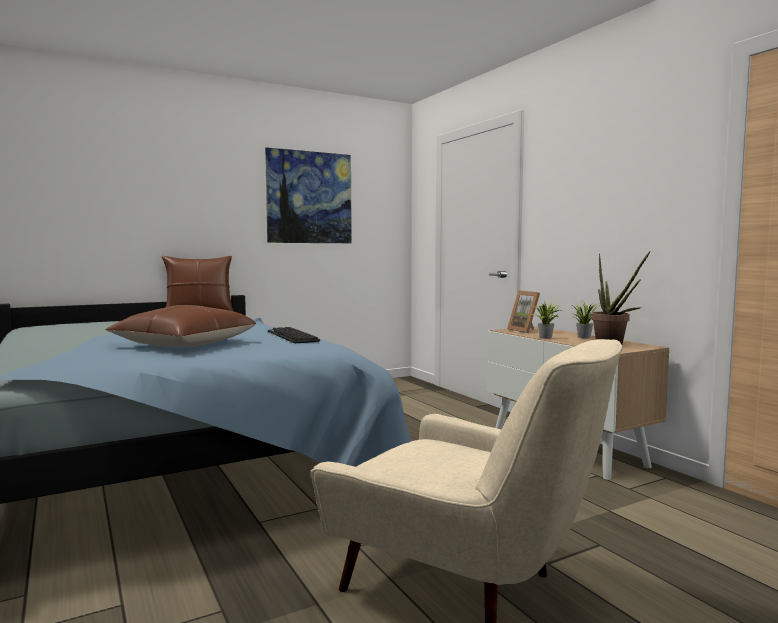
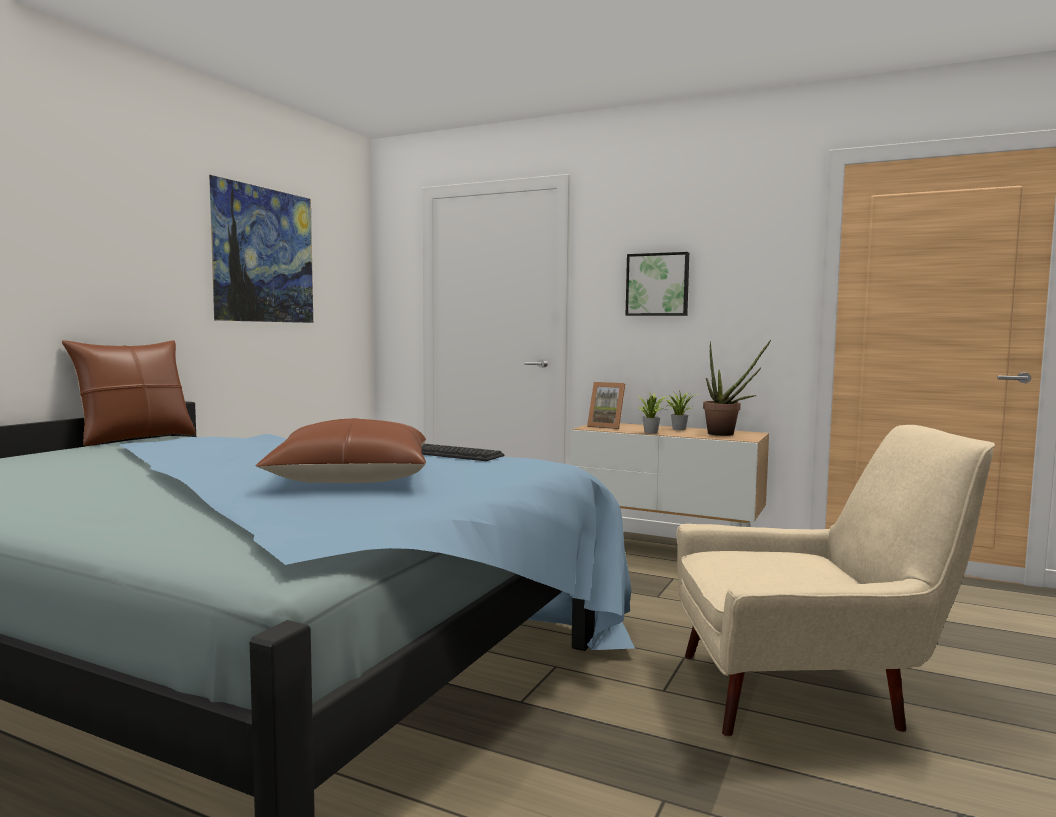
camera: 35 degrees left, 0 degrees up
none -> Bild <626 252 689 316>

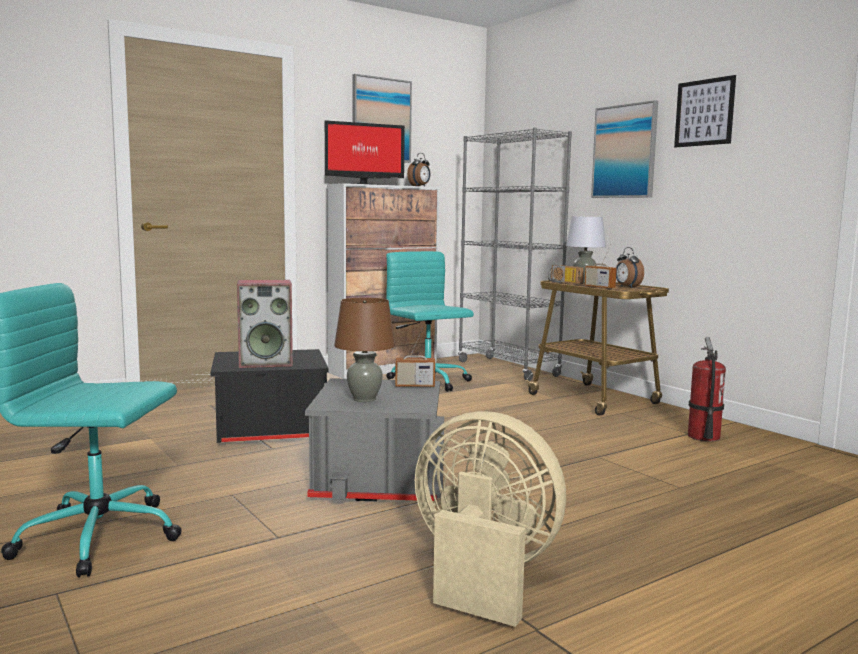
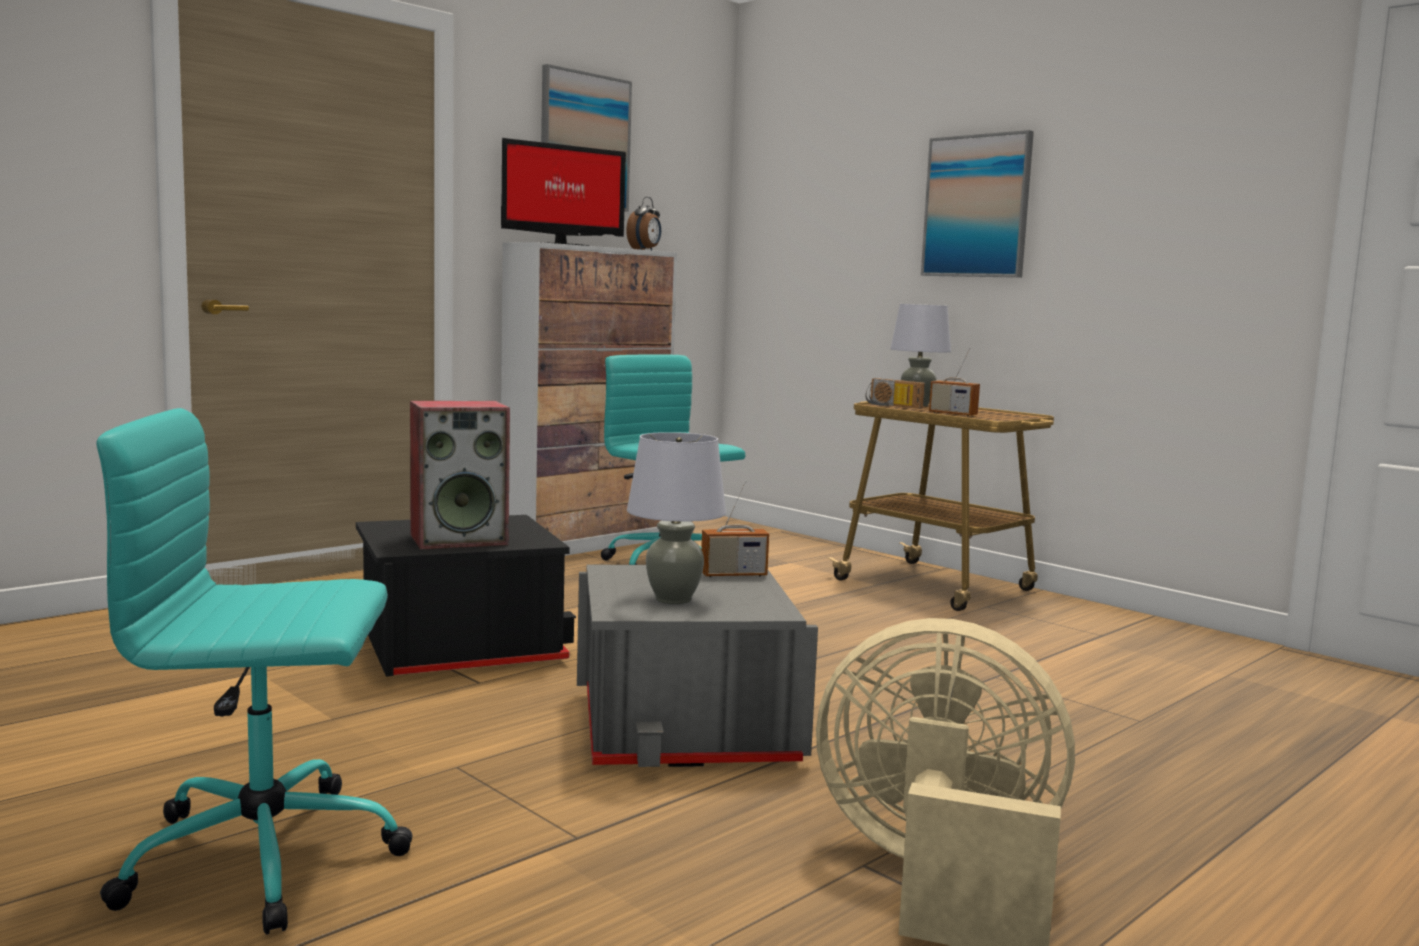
camera: 10 degrees left, 0 degrees up
Tischlampe (braun) <334 298 395 402> -> Tischlampe (grau) <627 432 726 604>
Bücherregal (grau) <458 128 572 381> -> none
Wecker <616 247 644 288> -> none
Bild <674 75 736 147> -> none
Feuerlöscher <688 337 726 442> -> none

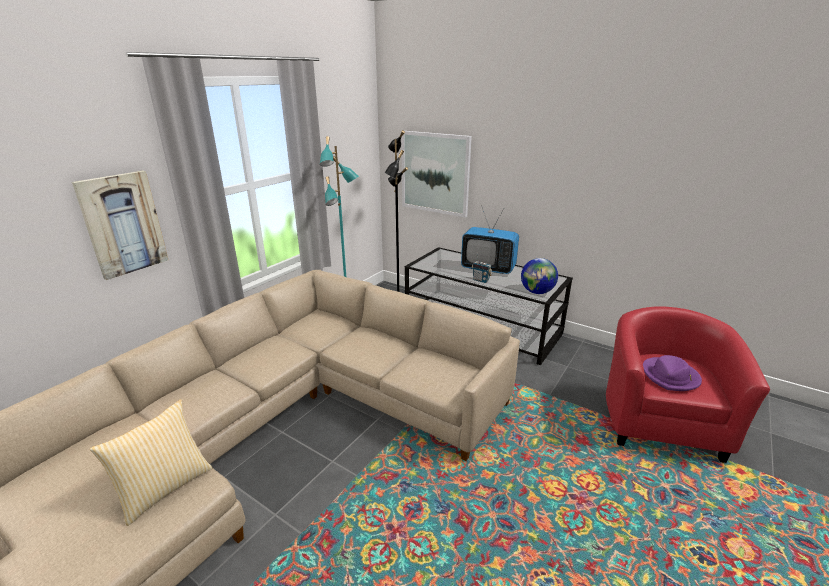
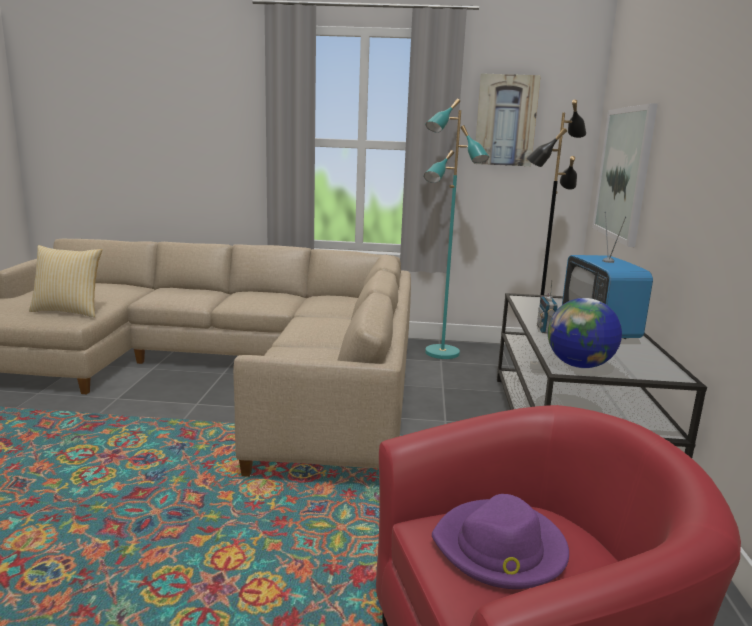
camera: 60 degrees right, 10 degrees down
Bild <72 171 168 280> -> Bild <474 73 541 166>, move

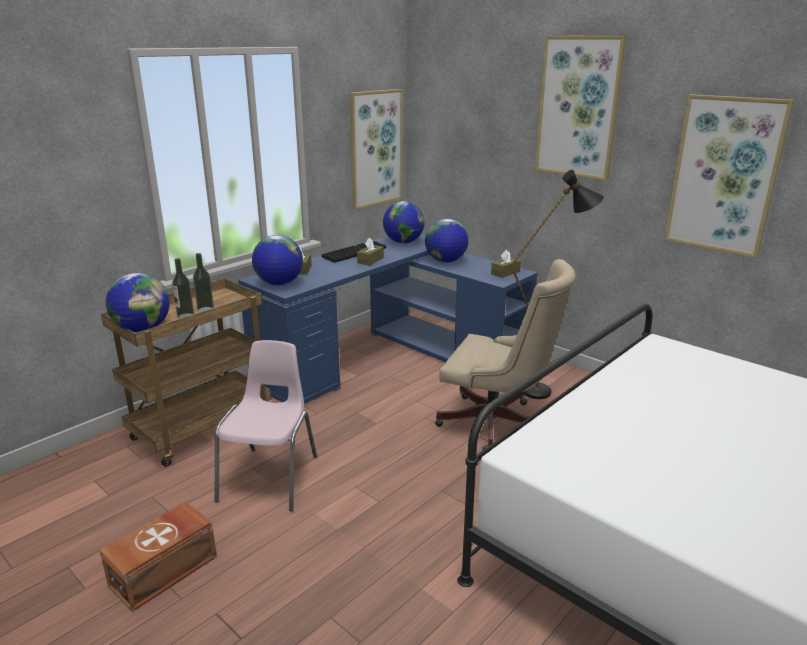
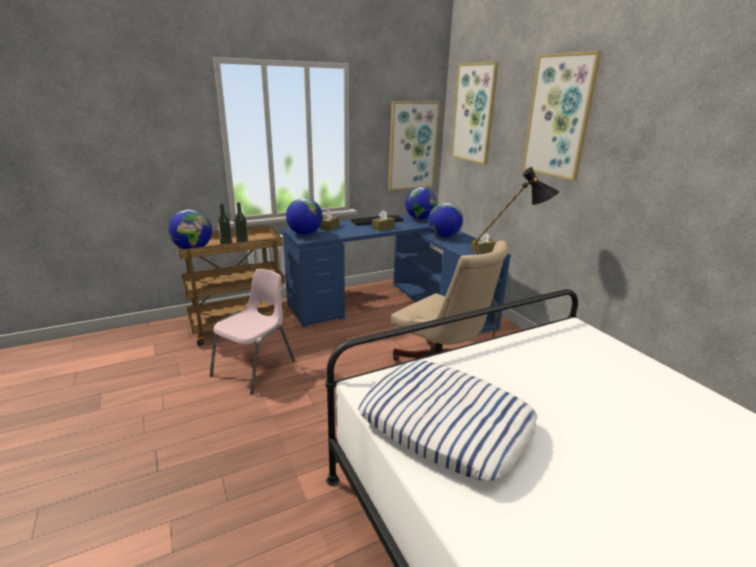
camera: 20 degrees right, 0 degrees up
none -> Kissen <358 361 538 481>
Bild <664 94 794 258> -> Bild <451 62 499 165>, move
Aufbewahrungsbox (braun) <99 502 217 612> -> none

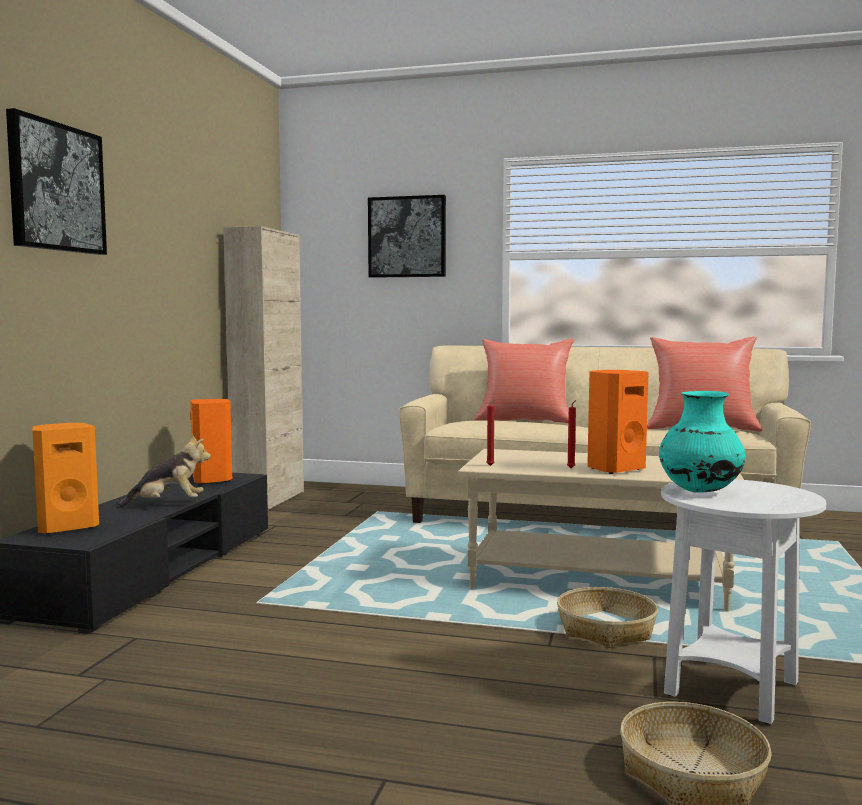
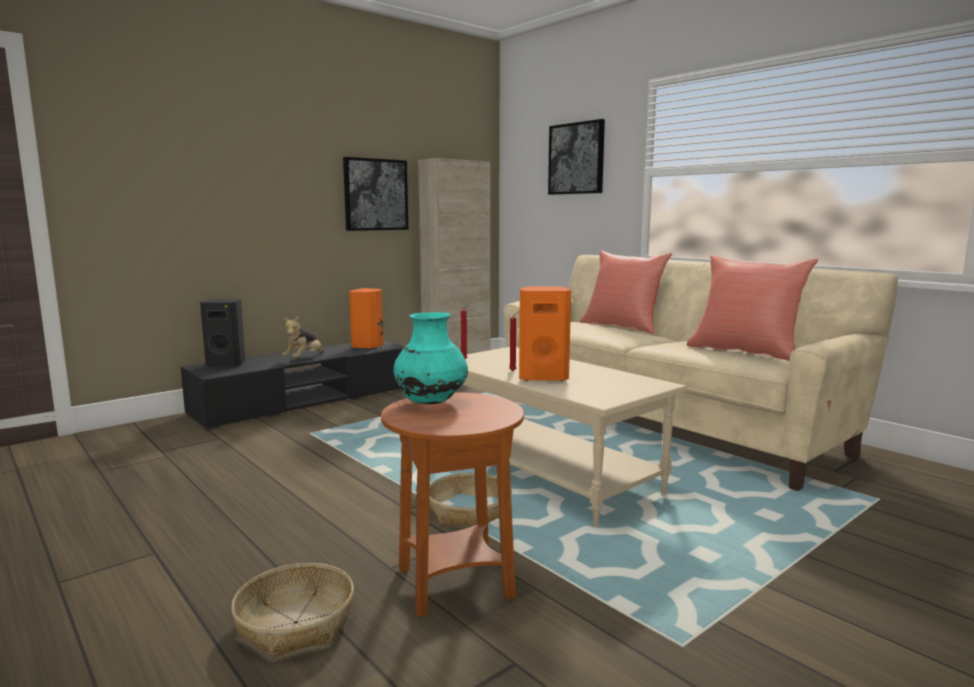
camera: 35 degrees right, 5 degrees up
Lautsprecher (orange) <32 423 99 534> -> Lautsprecher (schwarz) <200 299 245 367>
Plüschtier <117 435 211 508> -> Plüschtier <282 316 324 358>, 90 degrees clockwise
Bild <6 108 107 255> -> Bild <343 157 408 231>, move
Beistelltisch (weiß) <661 479 826 724> -> Beistelltisch (braun) <381 392 524 617>

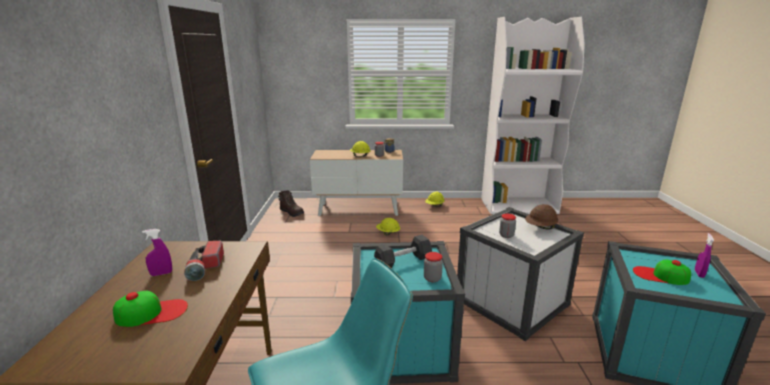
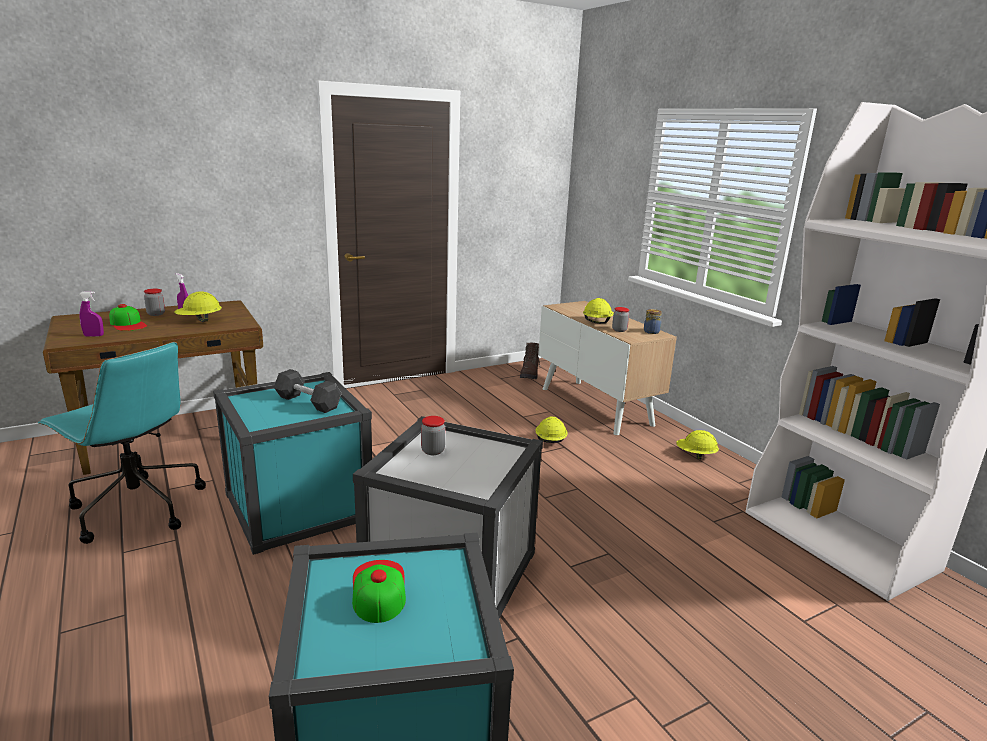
camera: 60 degrees right, 0 degrees up
Sprühflasche (lila) <695 233 714 278> -> Sprühflasche (lila) <79 291 104 337>, move
Vorratsglas <424 252 443 282> -> Vorratsglas <144 289 165 316>, move
Taschenlampe <184 241 224 281> -> Schutzhelm (gelb) <174 291 222 322>
Schutzhelm (braun) <525 204 558 230> -> none

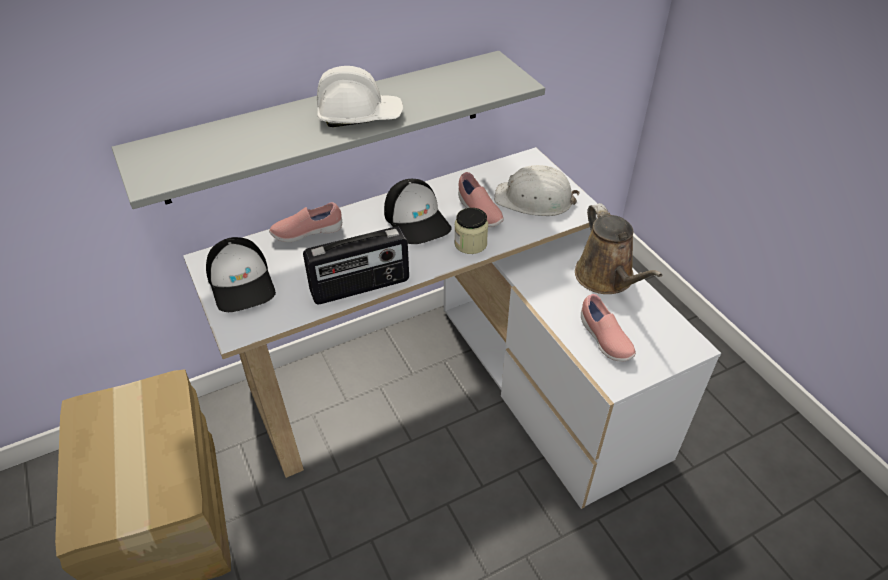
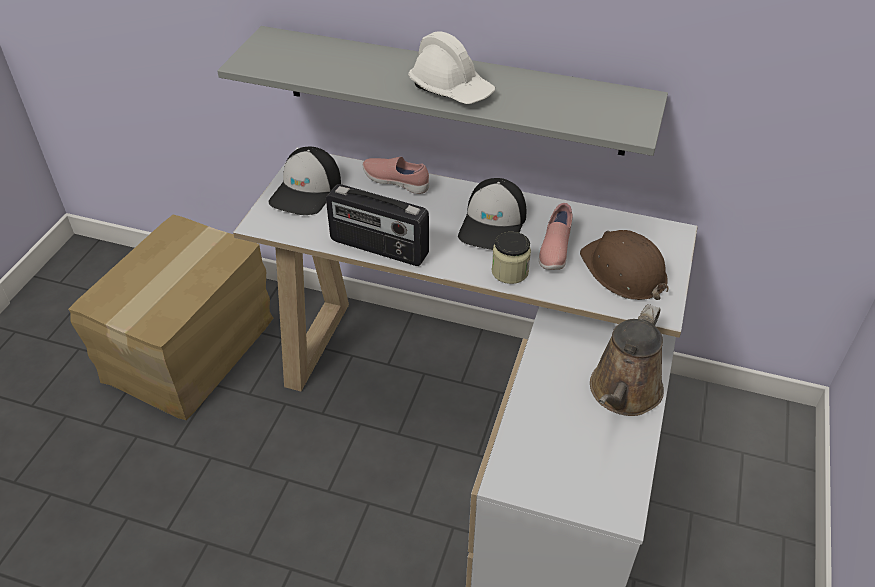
camera: 45 degrees right, 0 degrees up
Schutzhelm (weiß) <494 165 580 216> -> Schutzhelm (braun) <580 230 669 300>
Schuh (rosa) <581 294 636 362> -> none

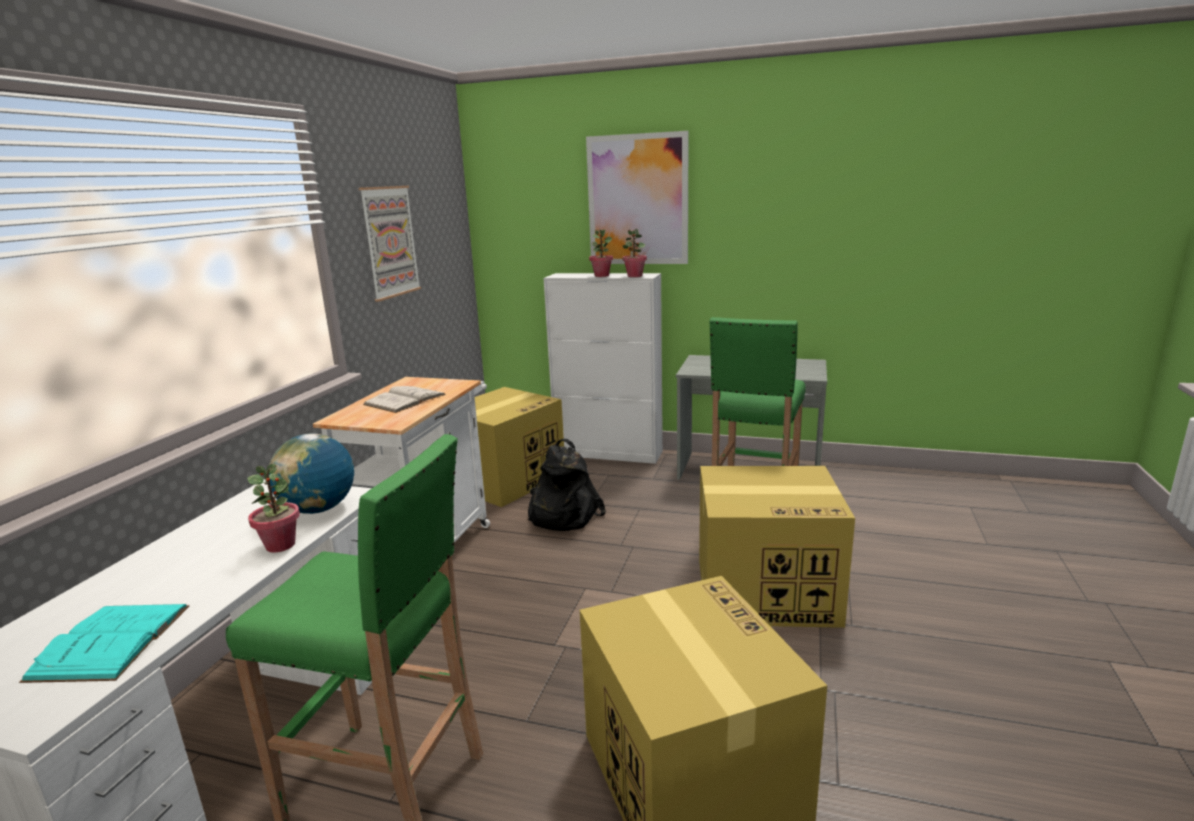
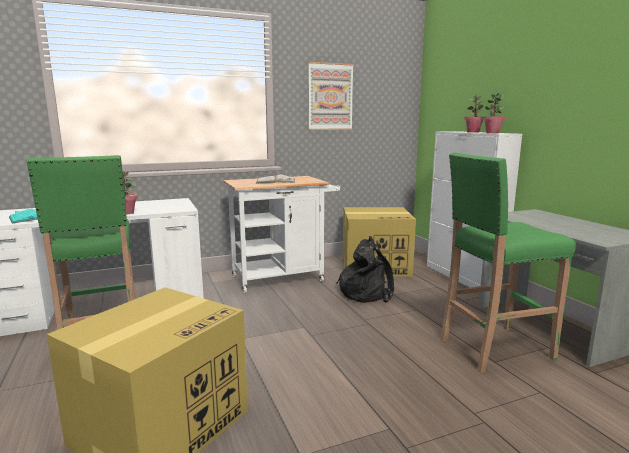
camera: 50 degrees right, 5 degrees down
Globus <269 433 354 514> -> none
Bild <586 131 689 264> -> none
Karton <699 466 855 628> -> none

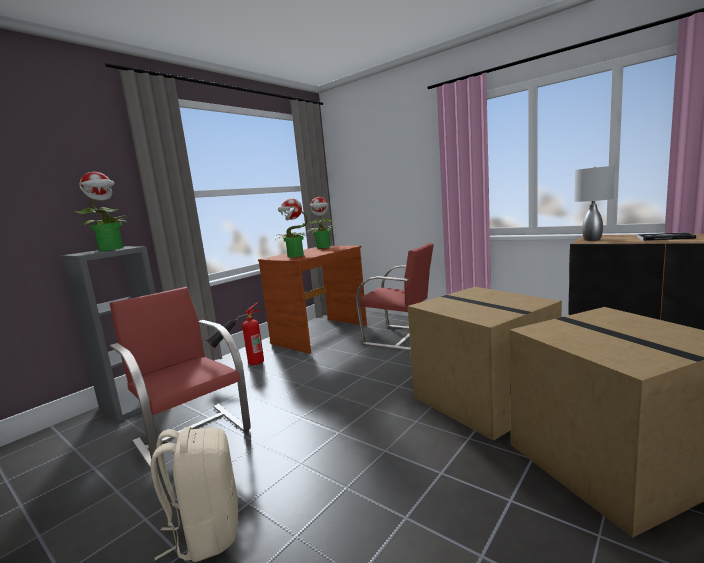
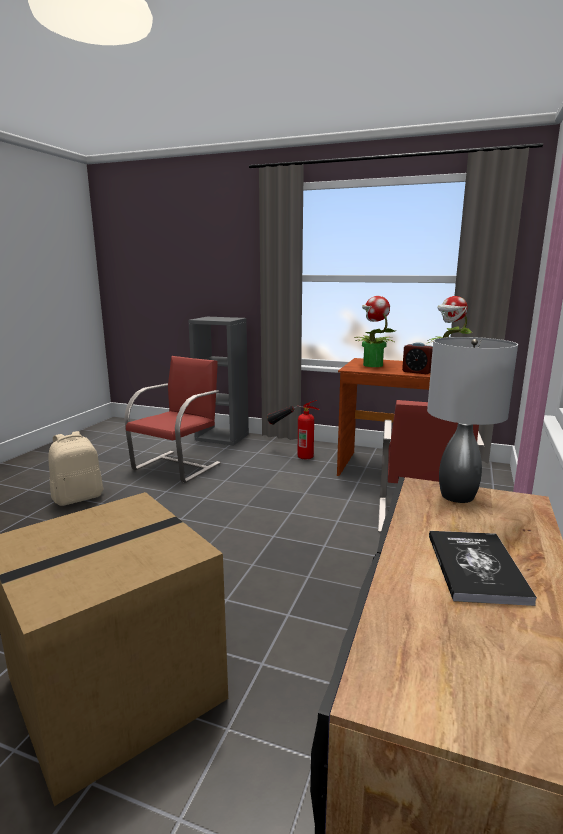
camera: 70 degrees right, 5 degrees up
none -> Wecker <402 342 433 374>
Topfpflanze <76 172 128 251> -> none
Karton <408 287 562 441> -> none

